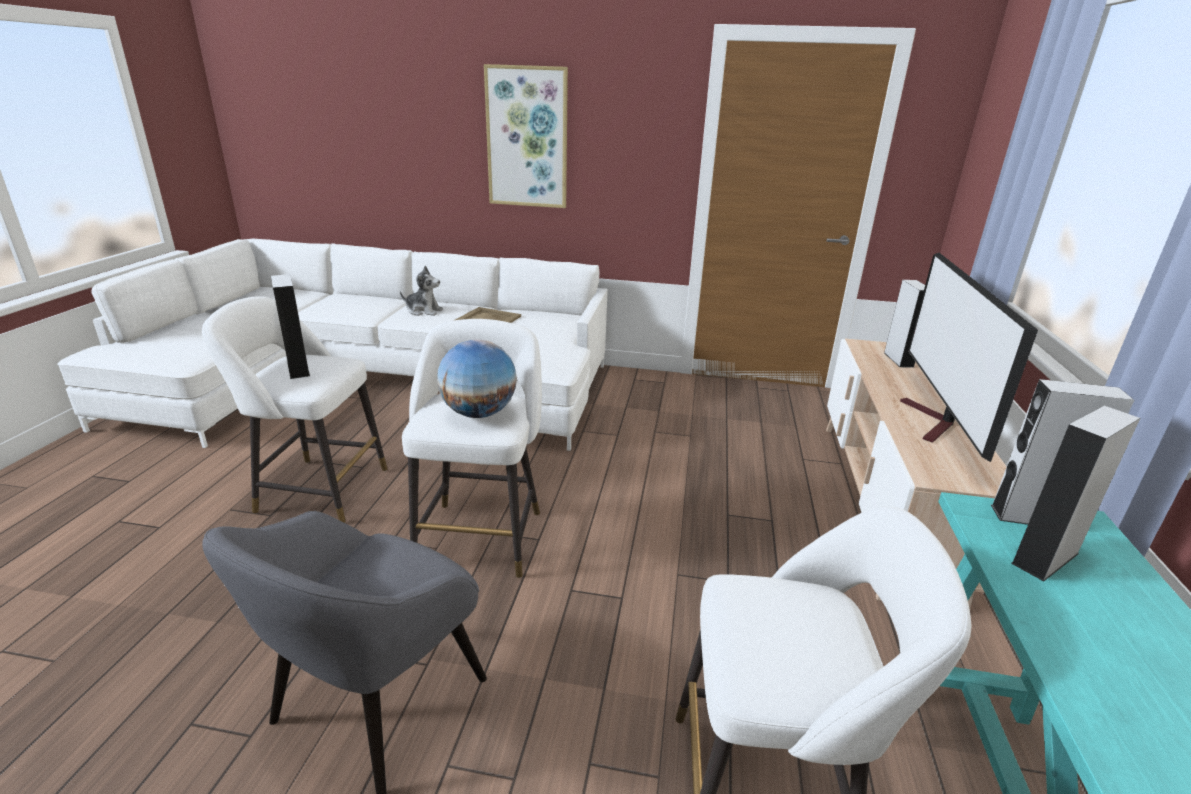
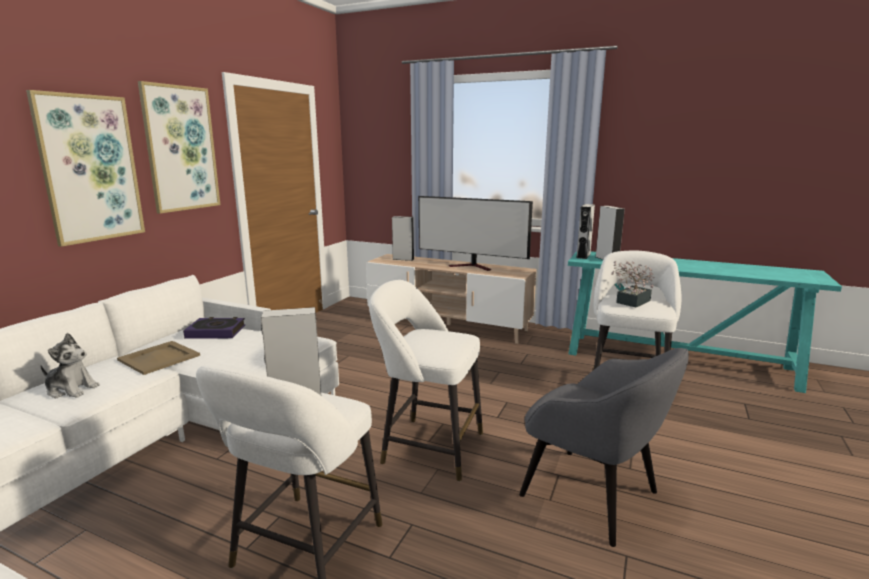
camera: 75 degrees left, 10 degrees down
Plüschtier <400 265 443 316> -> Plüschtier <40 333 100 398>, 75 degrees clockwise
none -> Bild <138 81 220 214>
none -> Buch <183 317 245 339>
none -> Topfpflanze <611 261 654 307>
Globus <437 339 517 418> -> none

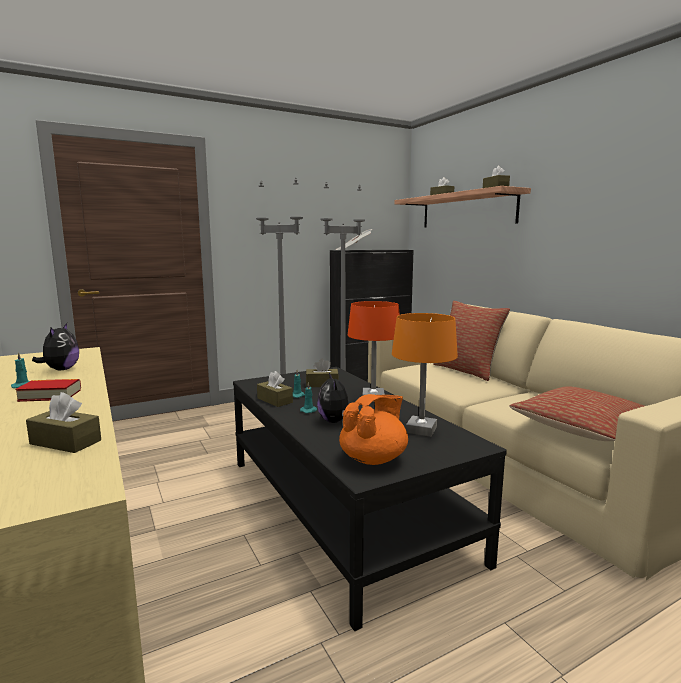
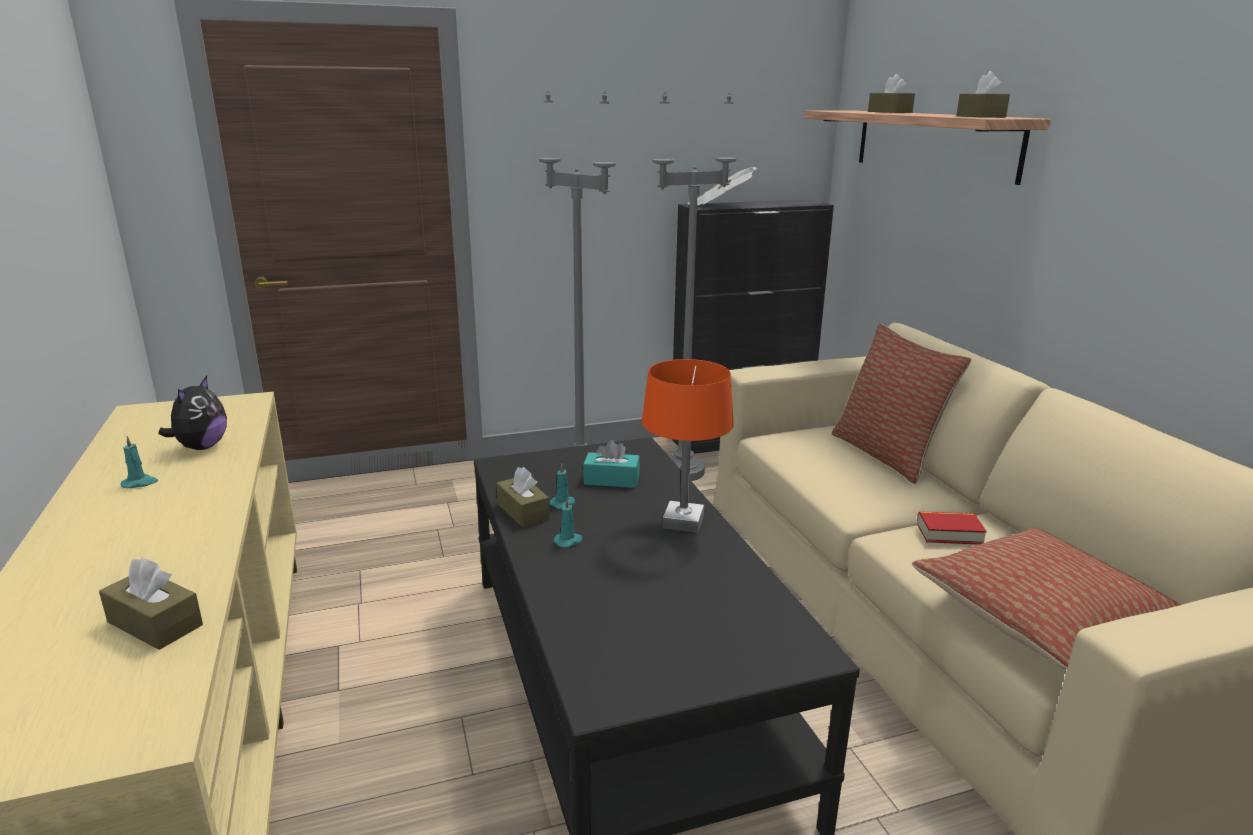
camera: 10 degrees right, 10 degrees up
Taschentuchbox (braun) <306 359 339 387> -> Taschentuchbox (türkis) <583 440 640 488>
Buch <15 379 81 402> -> Buch <917 511 987 545>, move
Plüschtier <317 373 354 423> -> none
Teekanne (orange) <339 394 408 465> -> none
Tischlampe (orange) <392 313 458 437> -> none

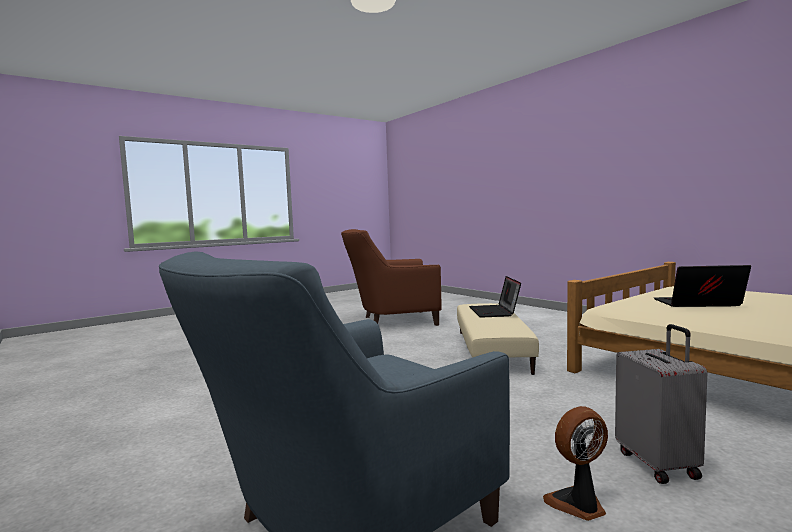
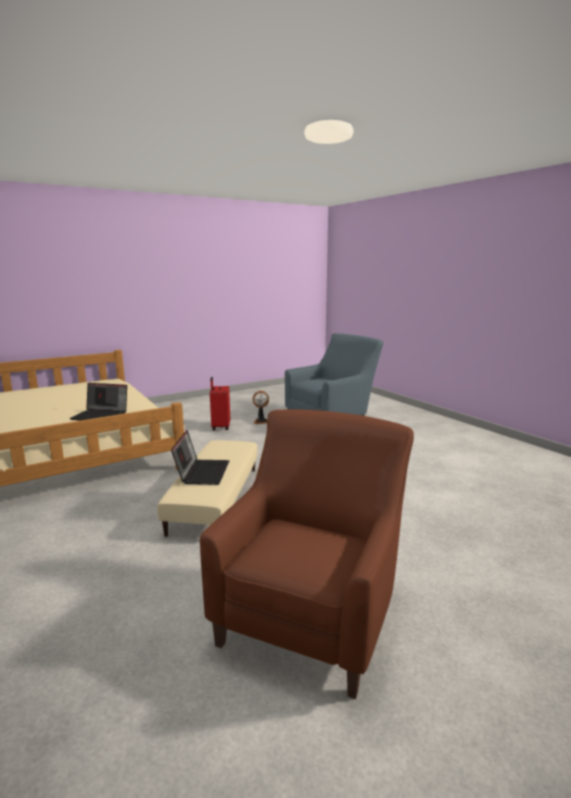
camera: 175 degrees left, 10 degrees up
Sessel (braun) <341 229 442 326> -> Sessel (braun) <200 409 414 699>, 60 degrees counterclockwise
Koffer (grau) <615 324 707 484> -> Koffer (rot) <210 377 230 430>

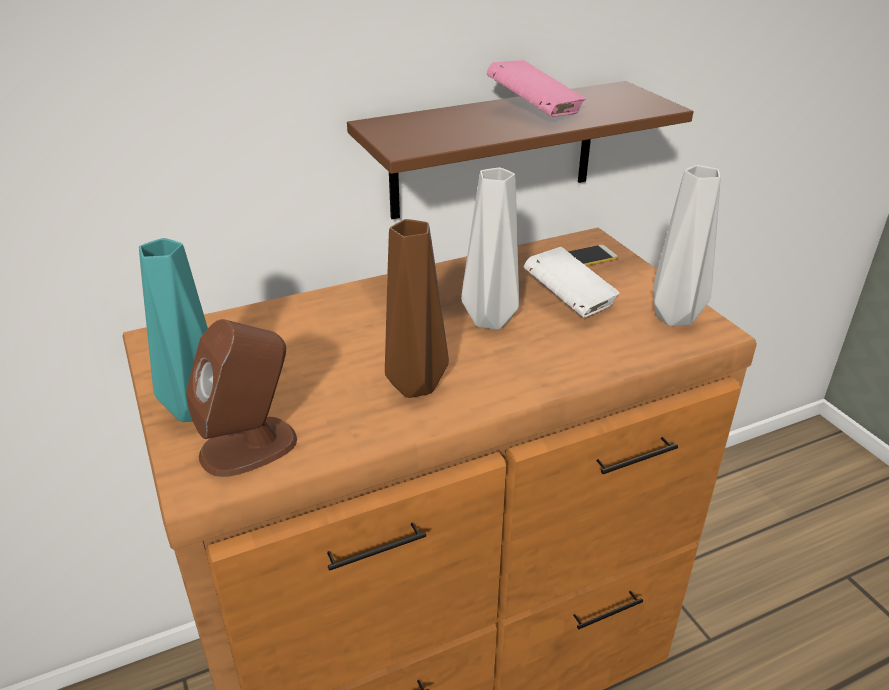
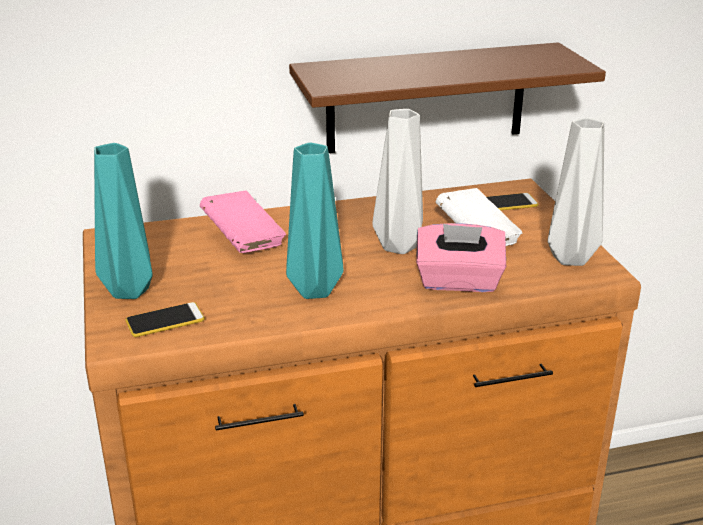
camera: 10 degrees right, 5 degrees down
Lautsprecher (braun) <186 319 297 477> -> Handy <125 302 205 337>
Buch (rosa) <487 60 586 117> -> Buch (rosa) <200 190 286 253>, move
Vase (braun) <385 219 449 398> -> Vase (türkis) <286 142 344 299>
none -> Taschentuchbox (rosa) <416 223 506 292>

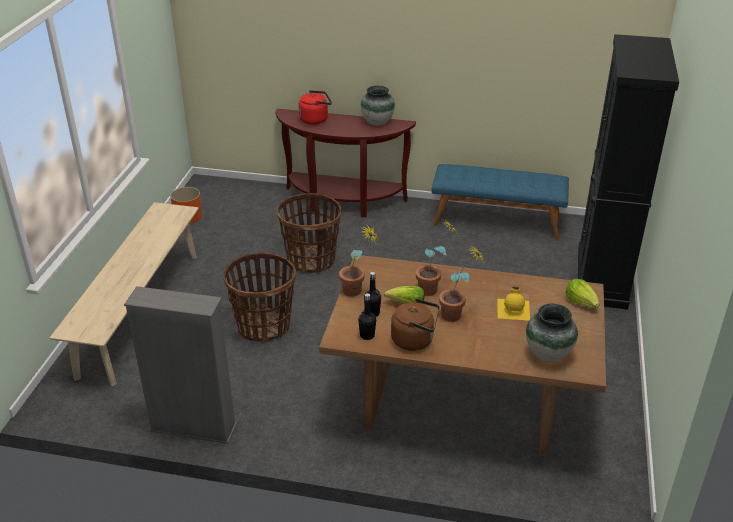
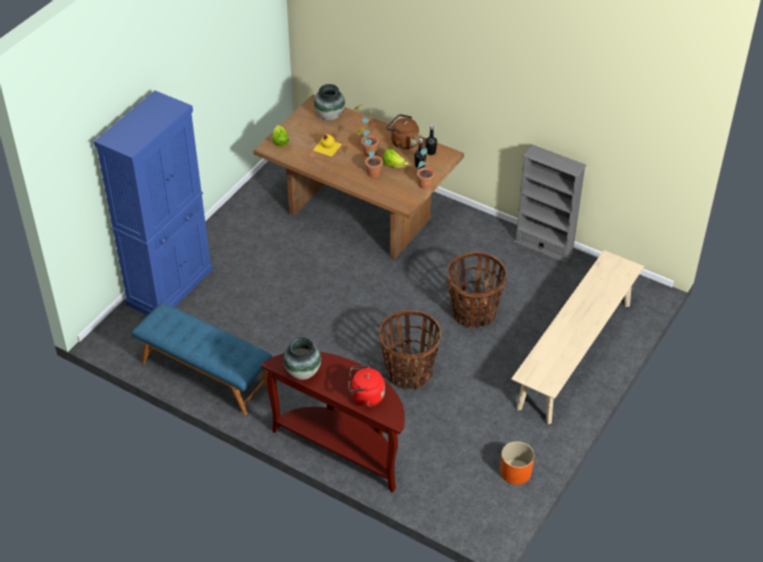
camera: 160 degrees left, 10 degrees up
Schrank (schwarz) <578 34 679 310> -> Schrank (blau) <94 91 213 316>

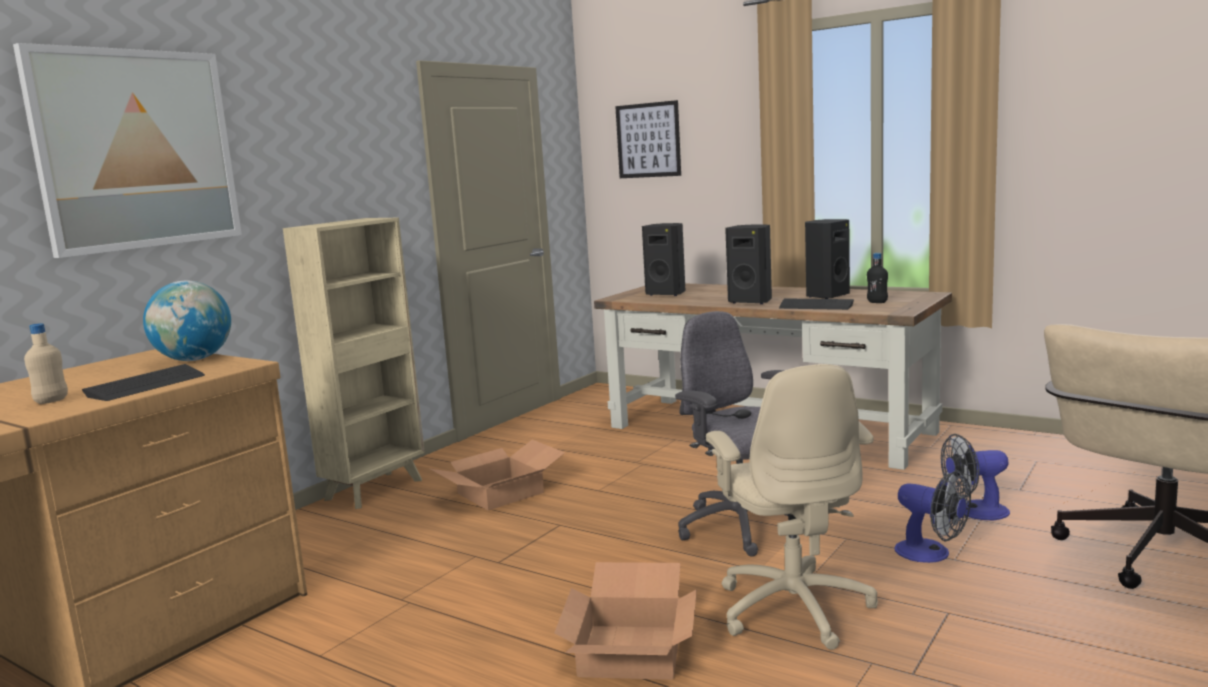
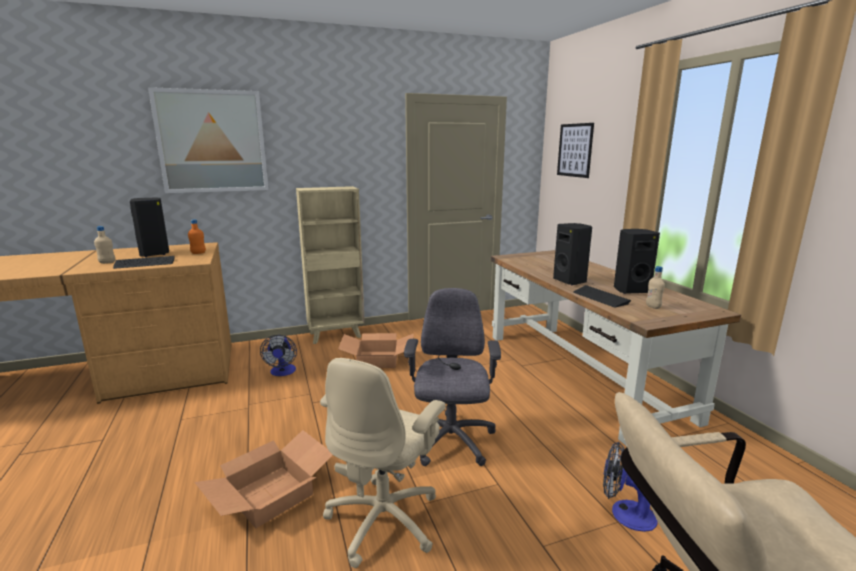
camera: 35 degrees right, 5 degrees up
Lautsprecher (schwarz) <642 223 686 296> -> Lautsprecher (schwarz) <130 198 169 257>, move
Globus <143 281 231 361> -> Flasche (orange) <188 219 206 254>
Ventilator <895 471 971 563> -> Ventilator <260 335 297 376>, move
Flasche (schwarz) <867 253 888 303> -> Flasche (beige) <646 266 665 309>

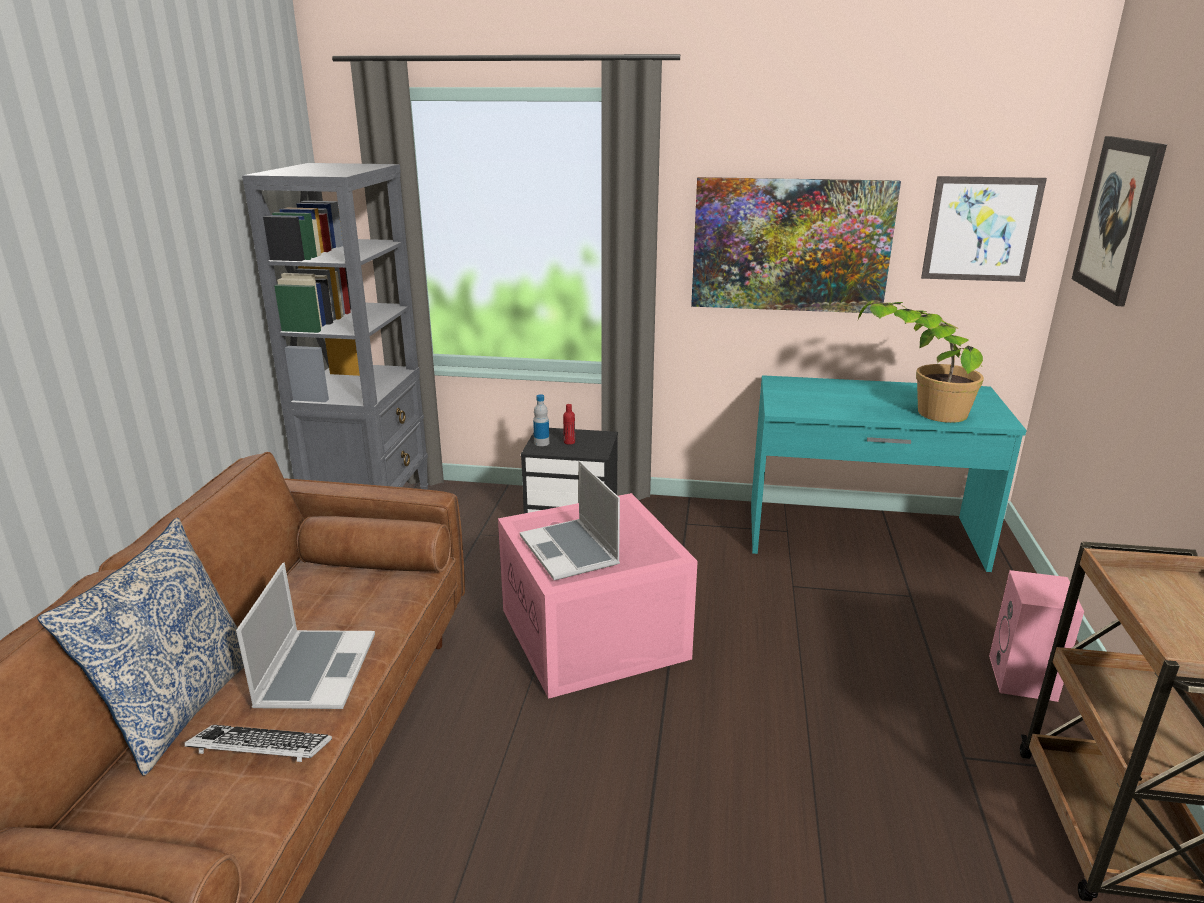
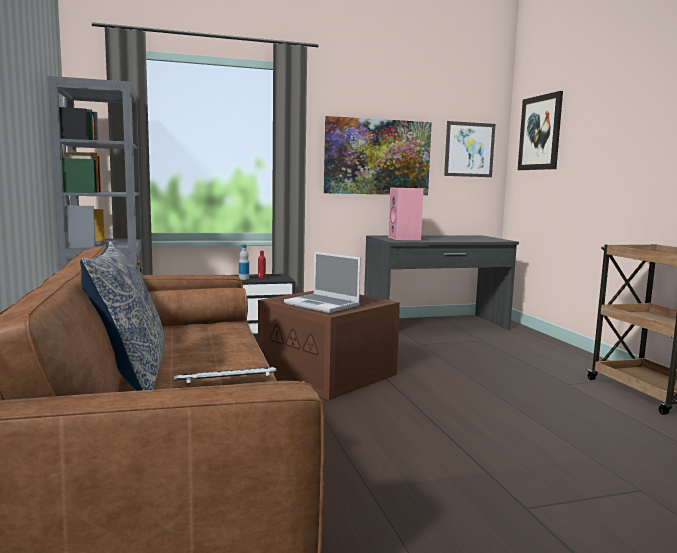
camera: 25 degrees left, 15 degrees down
Aufbewahrungsbox (rosa) <498 493 698 699> -> Aufbewahrungsbox (braun) <258 291 400 400>
Schreibtisch (türkis) <751 375 1027 572> -> Schreibtisch (grau) <364 235 519 330>
Lautsprecher (rosa) <989 570 1084 702> -> Lautsprecher (rosa) <388 188 423 240>, move
Laptop <236 562 375 709> -> none
Topfpflanze <858 300 984 423> -> none

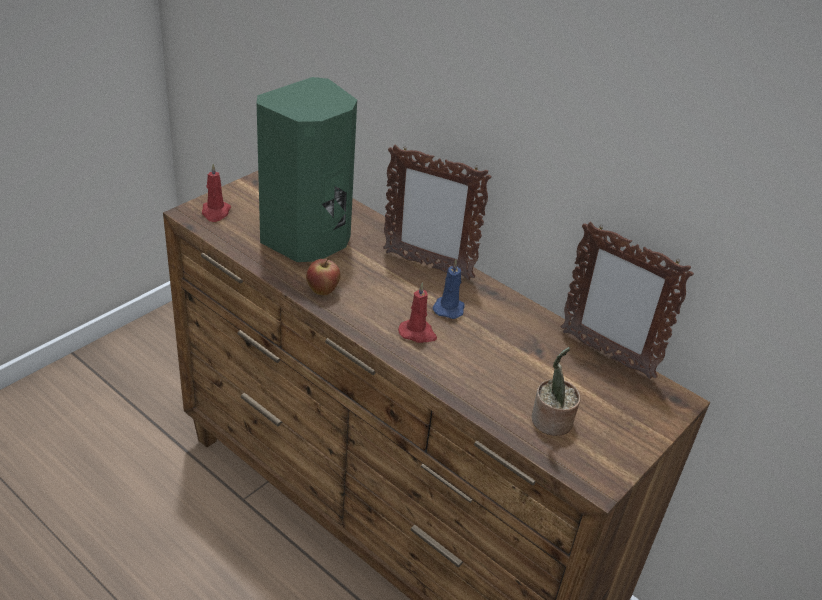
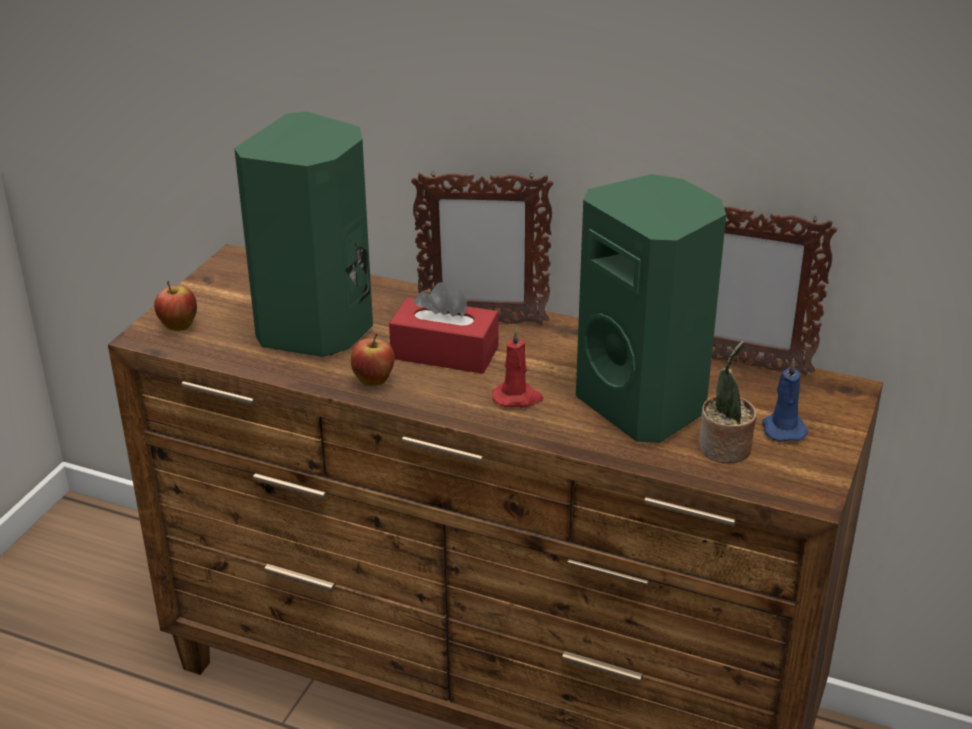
camera: 15 degrees left, 5 degrees down
Kerze (rot) <202 164 231 222> -> Apfel <154 281 197 331>
none -> Taschentuchbox (rot) <389 282 498 374>
none -> Lautsprecher (grün) <576 174 726 443>
Kerze (blau) <432 260 465 319> -> Kerze (blau) <762 358 808 442>, move

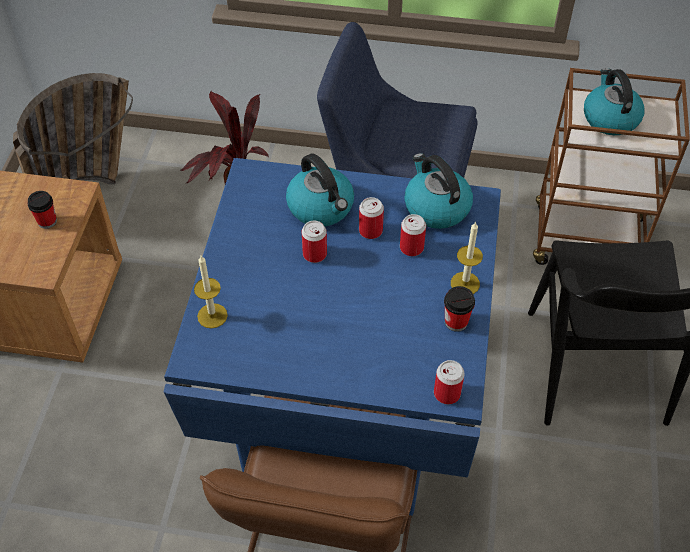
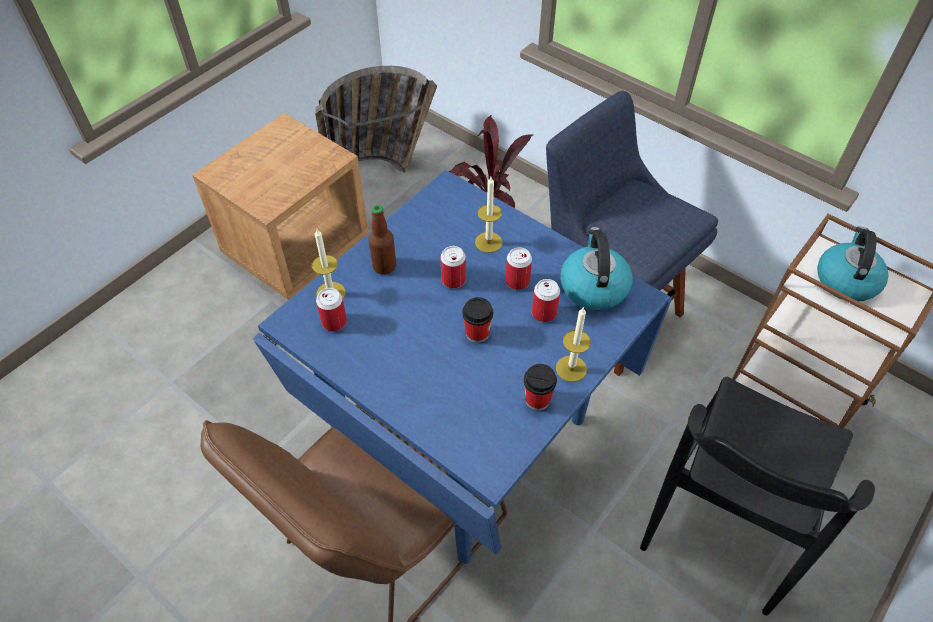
camera: 30 degrees right, 0 degrees up
Dose <434 360 465 404> -> Dose <316 288 347 331>, move
none -> Flasche <368 205 396 274>
Tasse <28 191 57 229> -> Tasse <462 297 493 343>, move
Wasserkessel <286 153 354 226> -> Kerze <475 177 503 253>

